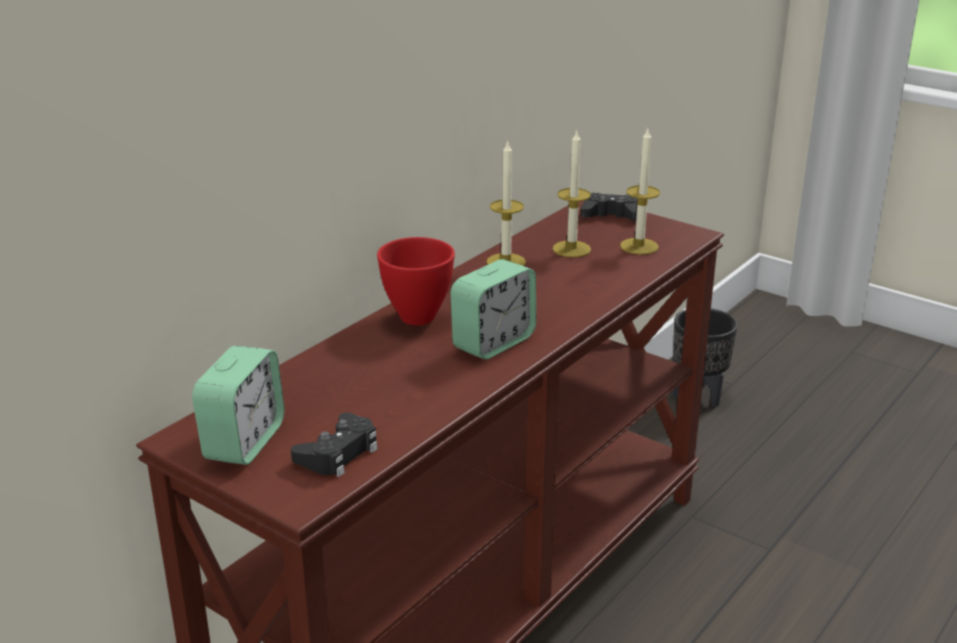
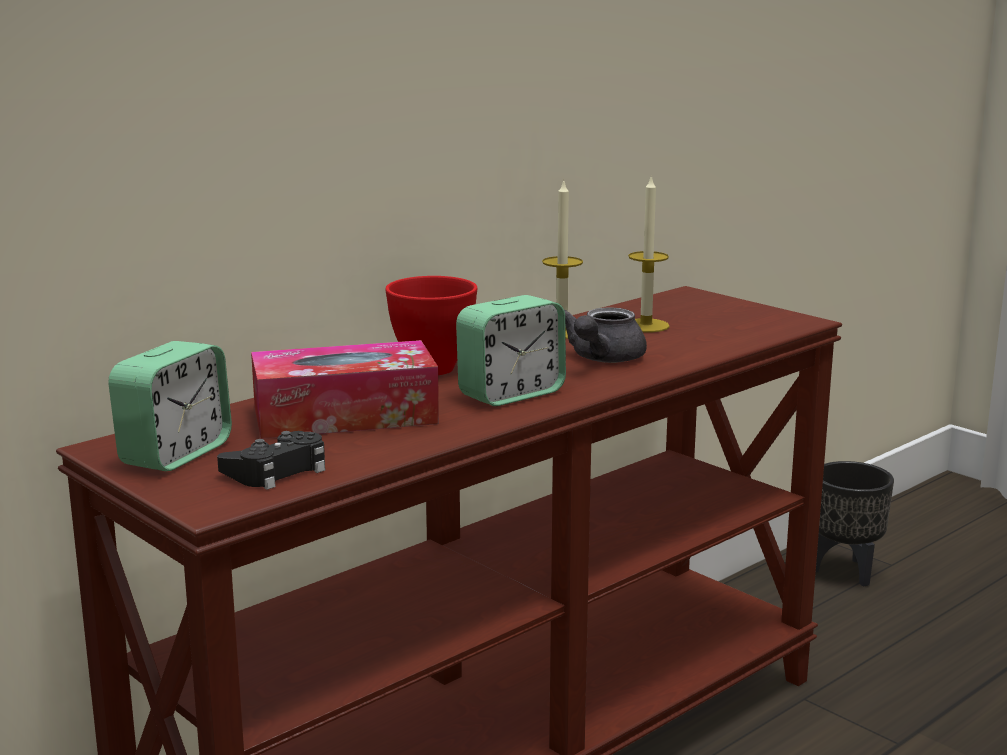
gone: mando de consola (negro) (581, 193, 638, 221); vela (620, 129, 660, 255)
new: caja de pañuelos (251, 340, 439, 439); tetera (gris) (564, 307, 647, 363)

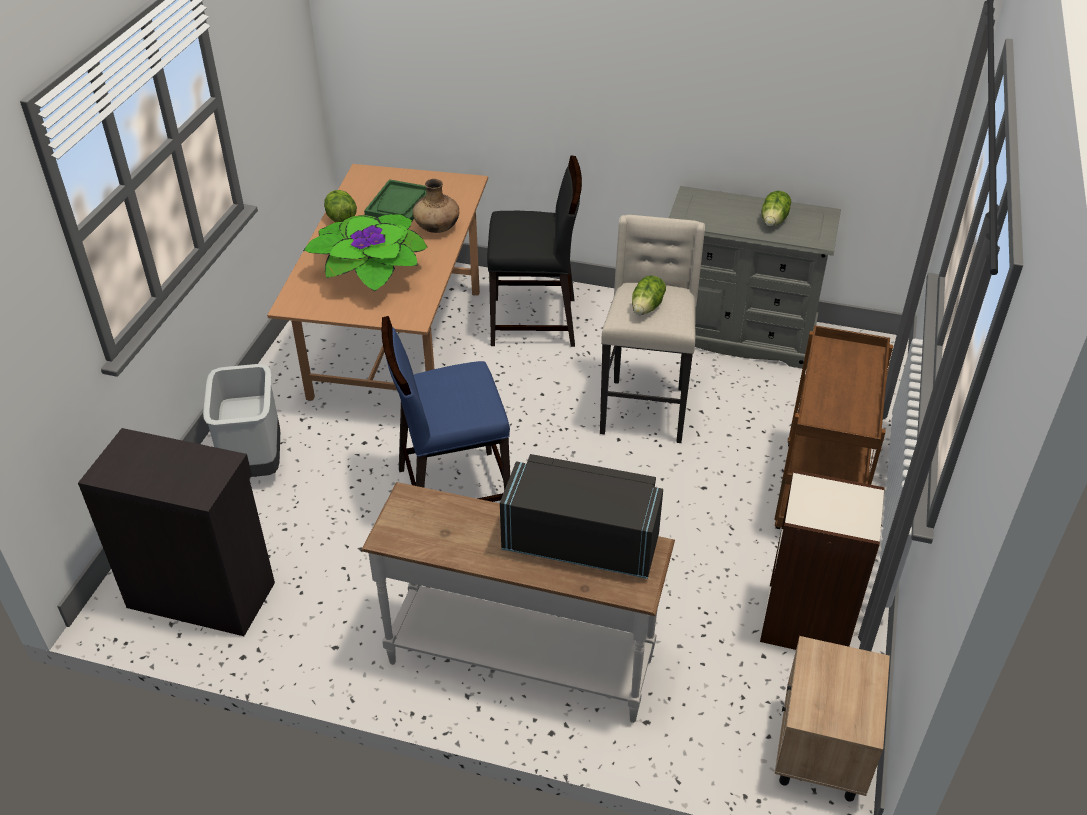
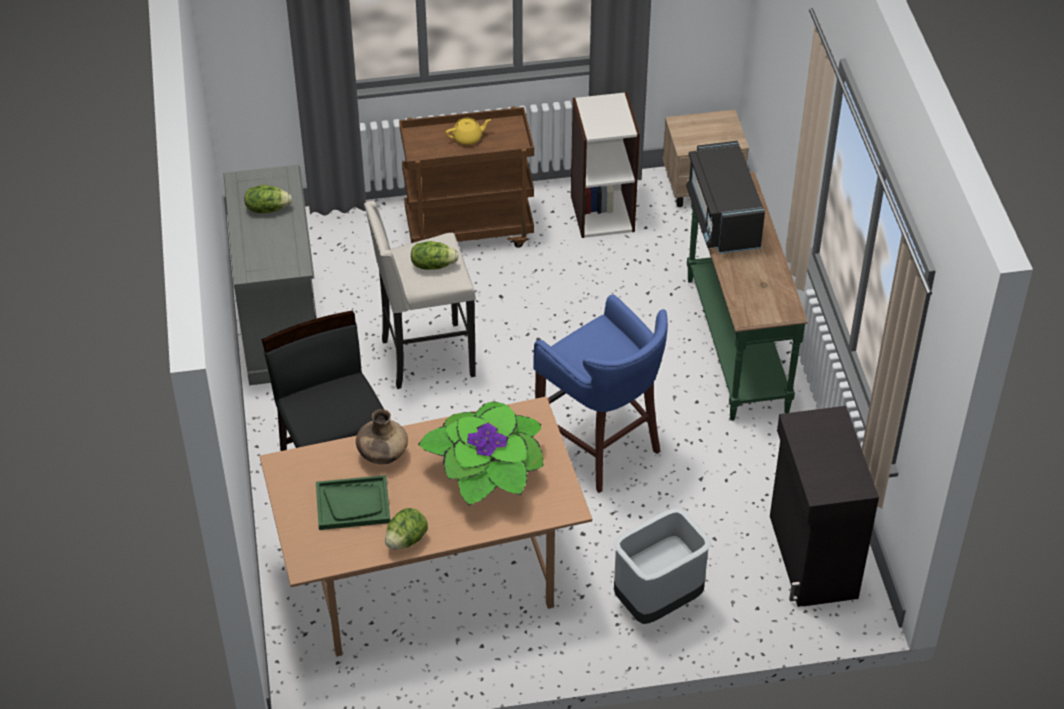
new: tetera (amarillo) (446, 118, 491, 145)
swapped: silla (azul) (382, 316, 510, 502) to taburete (azul) (533, 294, 668, 493)
repainted: mesa consola (blanco) (361, 482, 675, 723) to mesa consola (verde) (687, 172, 808, 421)

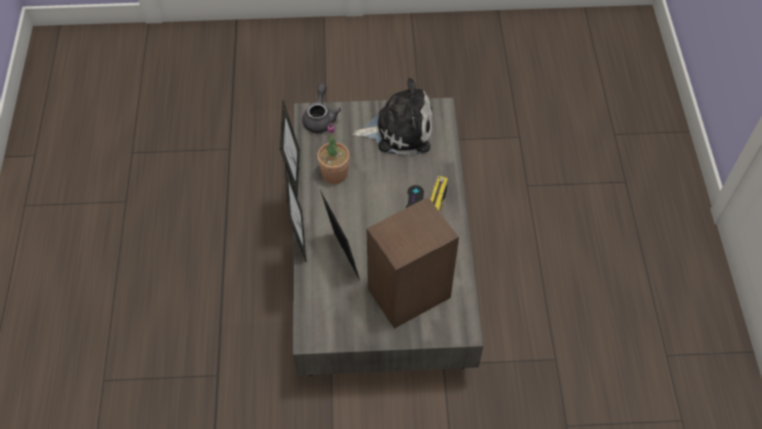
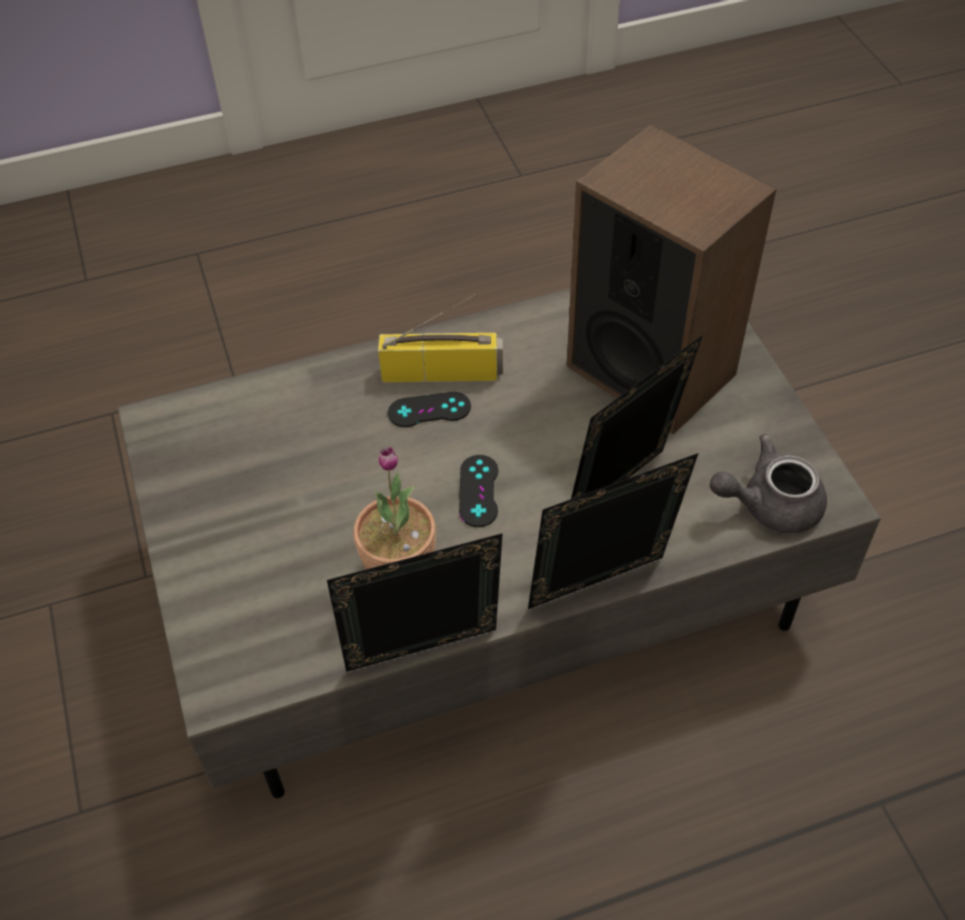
gone: peluche (353, 78, 433, 156)
new: mando de consola (negro) (459, 455, 498, 527)
shifted: tetera (gris) (302, 84, 341, 133) to (710, 434, 827, 533)

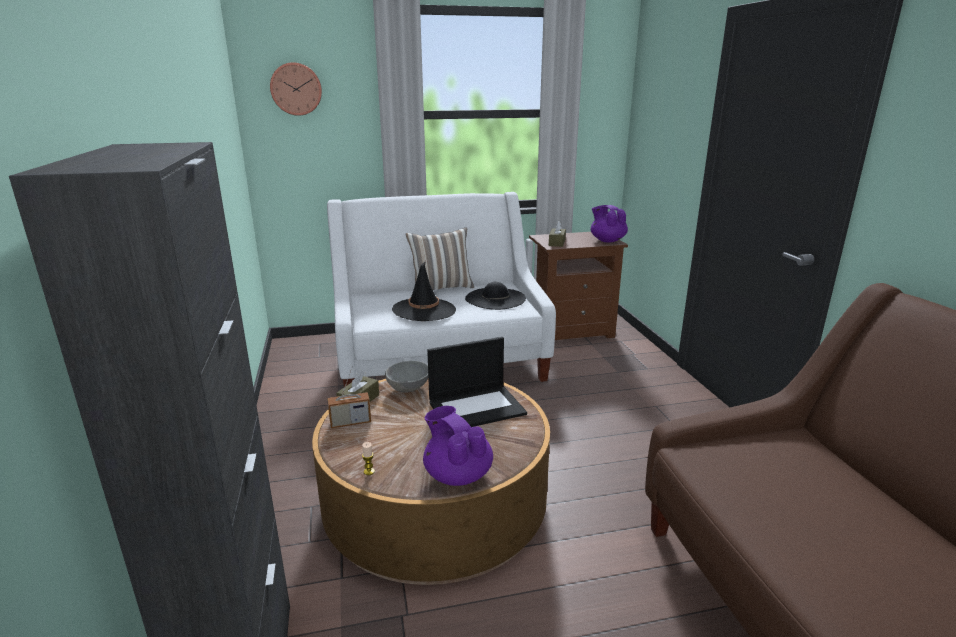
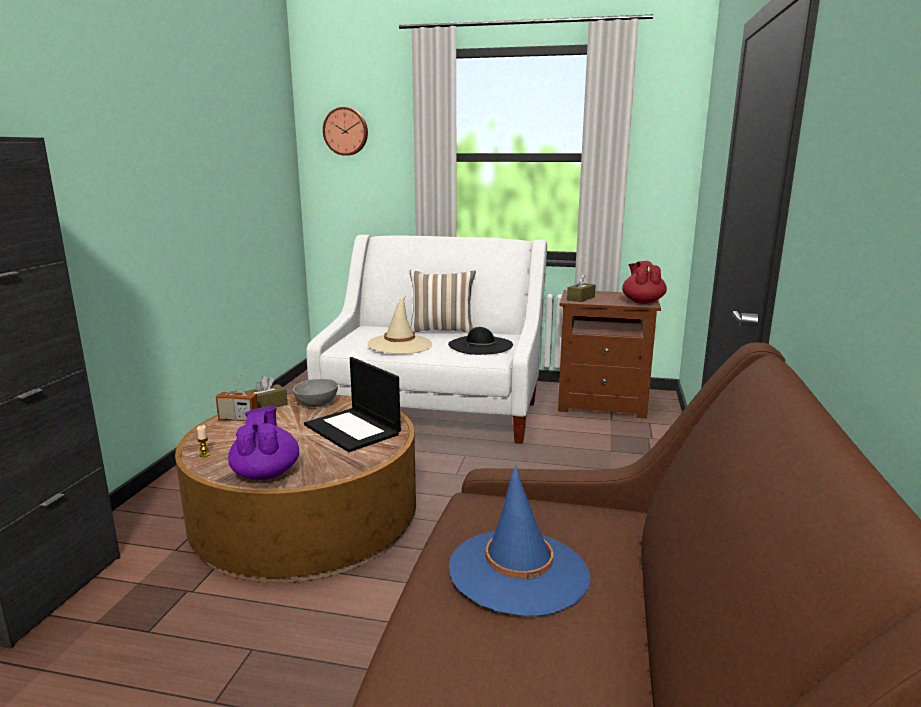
new: sombrero (azul) (449, 466, 590, 616)
repainted: sombrero (negro) (392, 261, 456, 321) to sombrero (beis) (367, 295, 432, 354); tetera (morado) (590, 205, 628, 243) to tetera (rojo) (622, 261, 667, 304)
rotated: portátil (427, 337, 527, 427) = (304, 357, 401, 452) 45 degrees clockwise

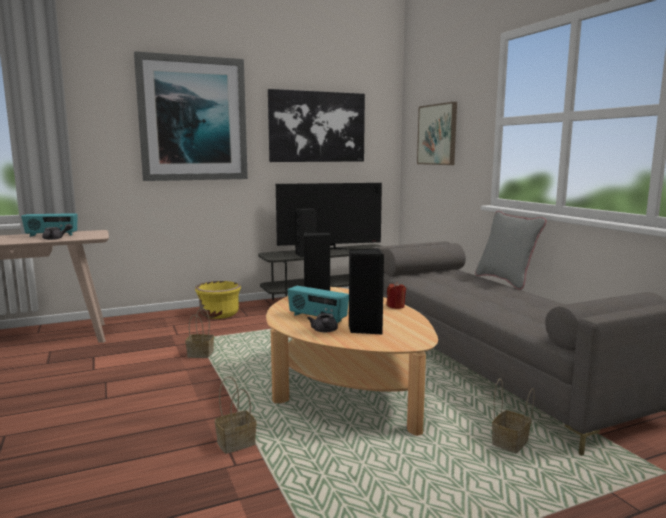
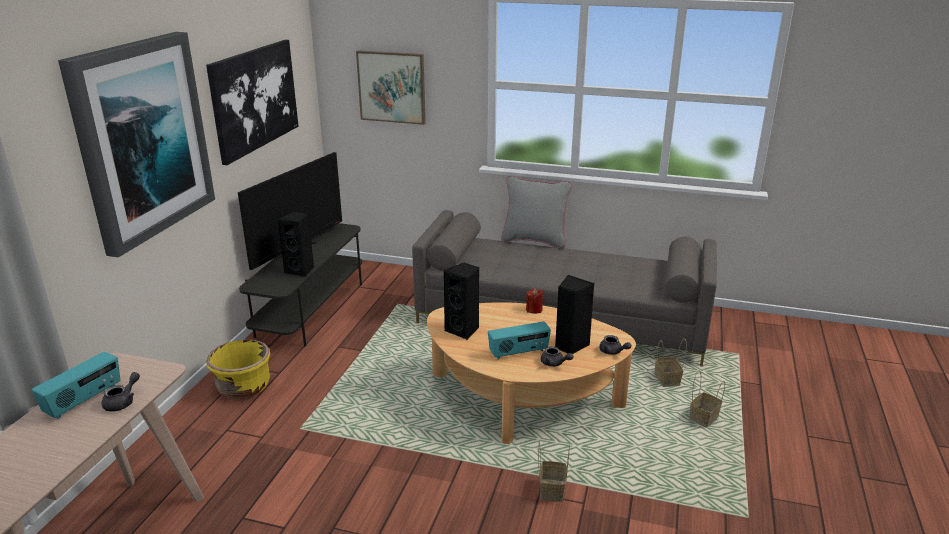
new: tetera (gris) (599, 335, 632, 355)
shifted: cesta (185, 308, 214, 358) to (689, 370, 725, 428)

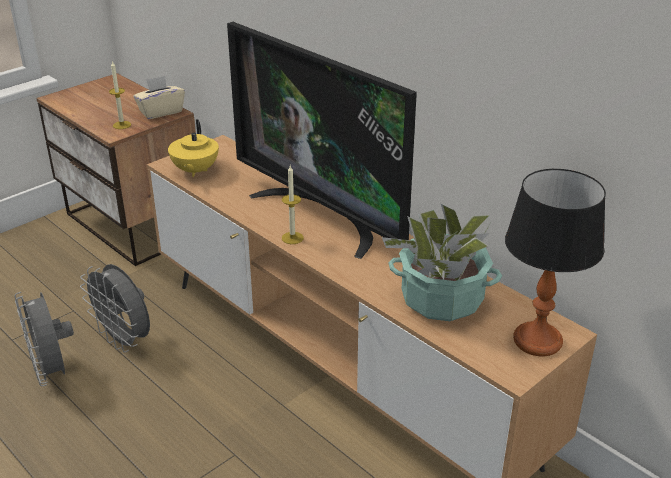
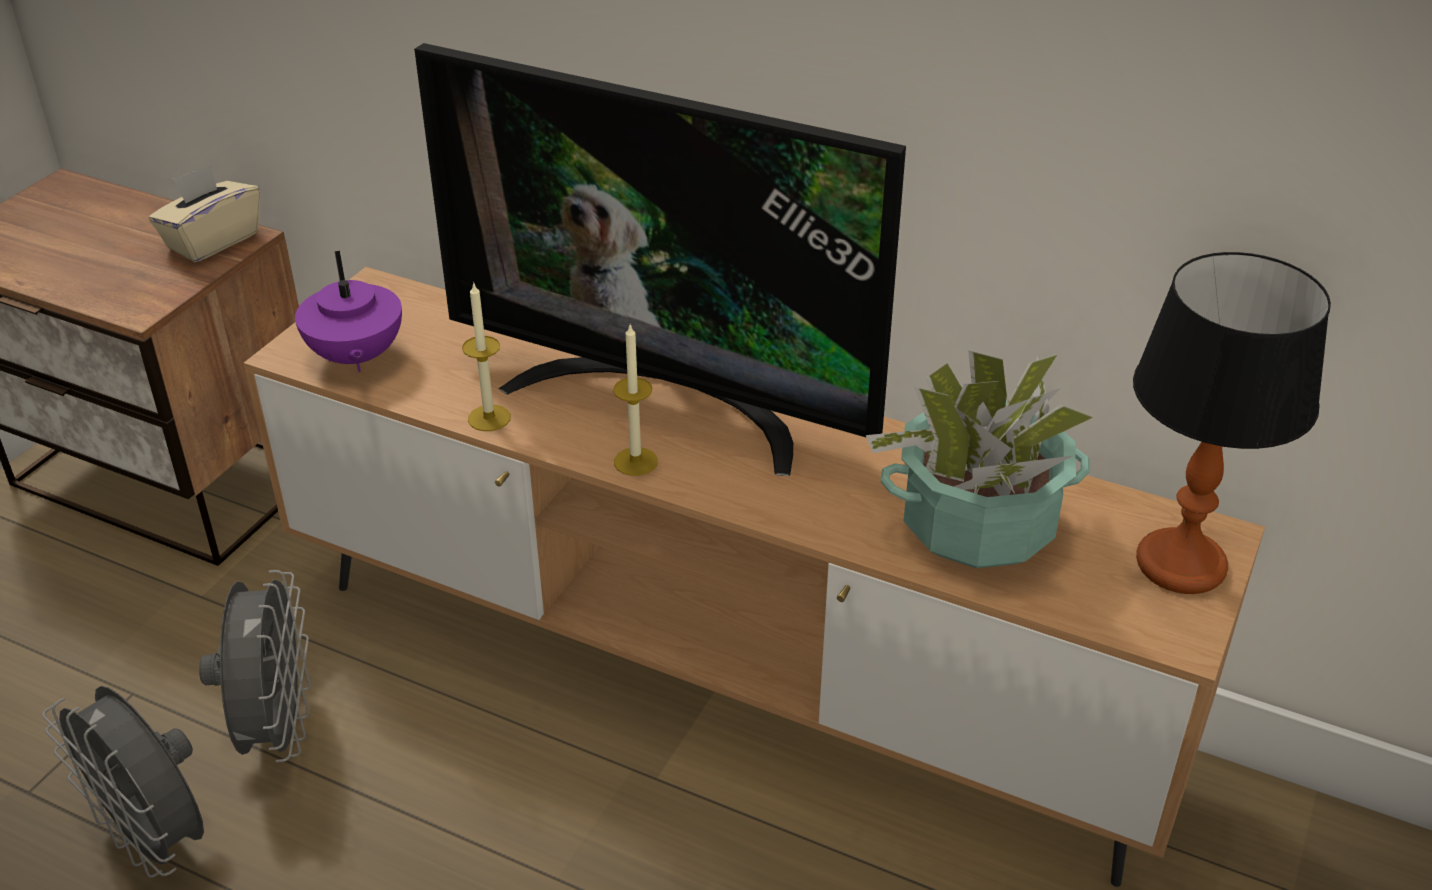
shifted: vela (109, 61, 131, 129) to (462, 282, 511, 431)
repainted: tetera (amarillo) (168, 119, 219, 177) to tetera (morado) (295, 251, 402, 372)
rotated: ventilador (gris) (80, 264, 150, 353) = (199, 570, 311, 762) 120 degrees counterclockwise

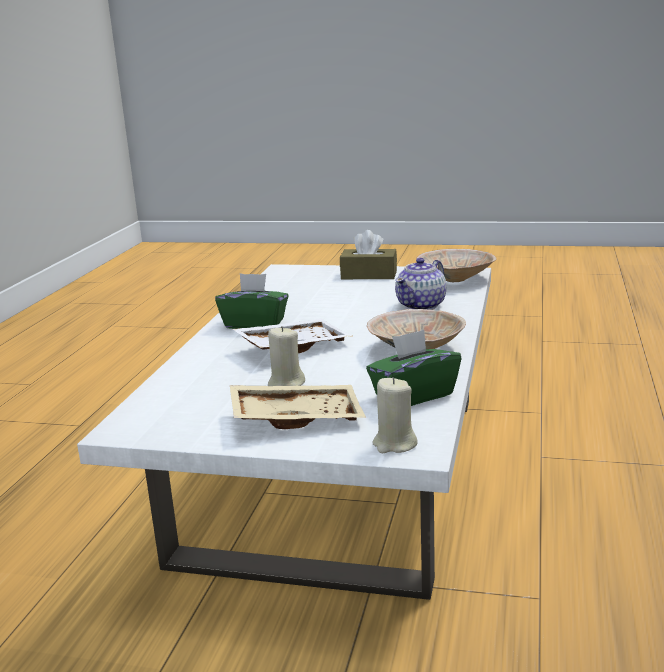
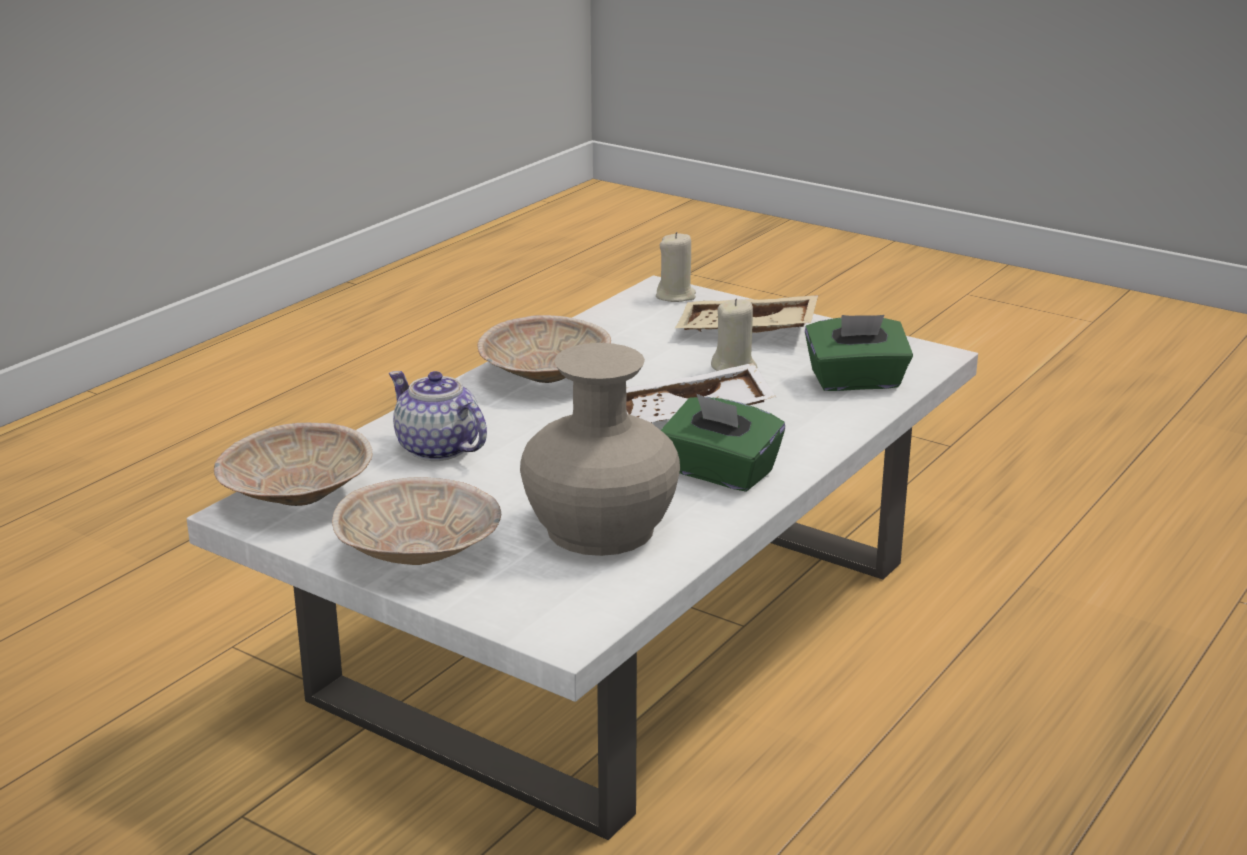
new: florero (beis) (520, 343, 680, 556)
shifted: caja de pañuelos (verde) (366, 330, 462, 406) to (805, 315, 913, 391)
swapped: caja de pañuelos (marrón) (340, 230, 397, 279) to cuenco (beis) (332, 477, 501, 565)
rotated: tetera (395, 258, 446, 310) = (389, 371, 487, 461) 105 degrees counterclockwise

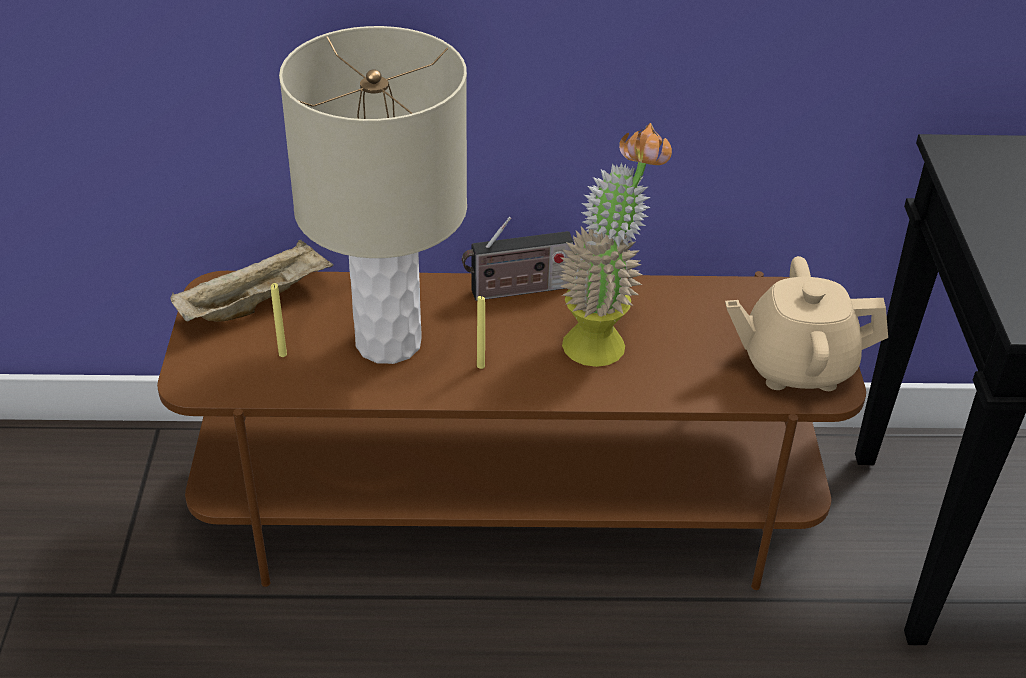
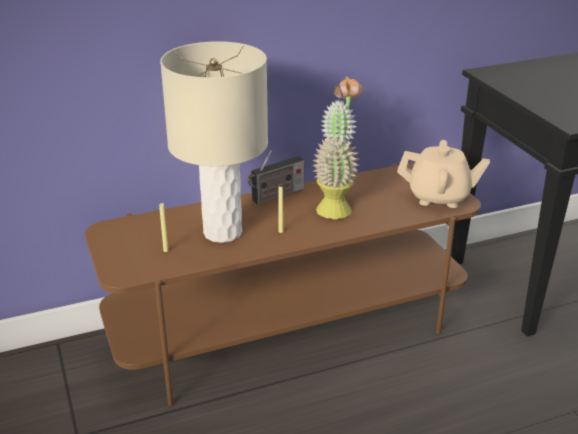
gone: bandeja (beis) (170, 240, 333, 322)
rotated: tetera (beis) (725, 256, 888, 391) = (397, 140, 490, 208) 150 degrees counterclockwise

